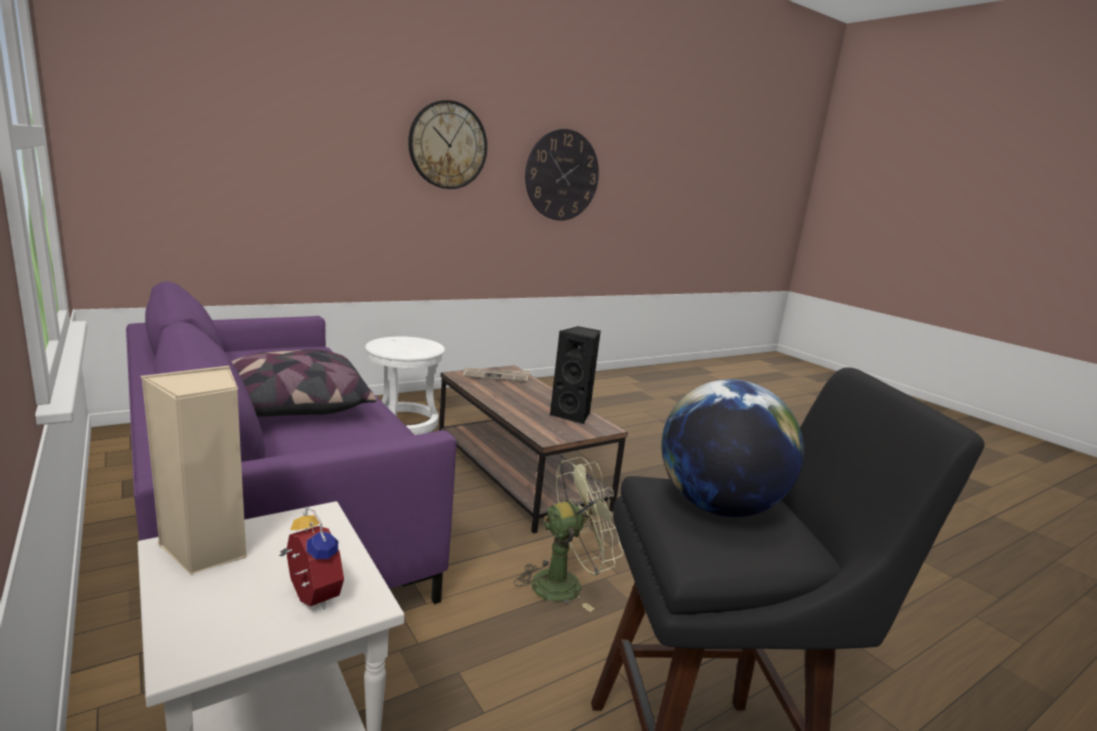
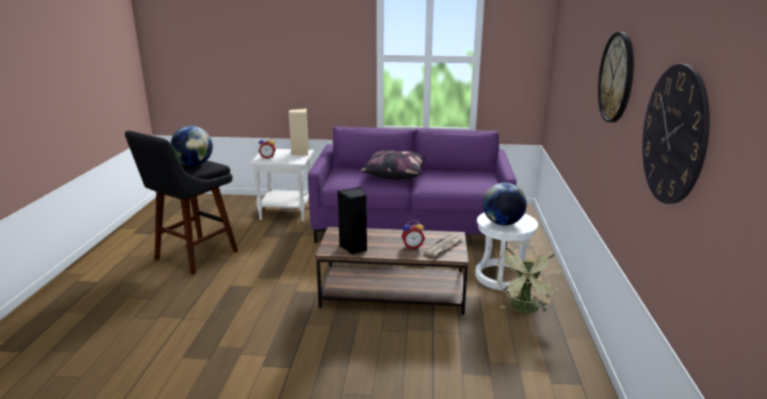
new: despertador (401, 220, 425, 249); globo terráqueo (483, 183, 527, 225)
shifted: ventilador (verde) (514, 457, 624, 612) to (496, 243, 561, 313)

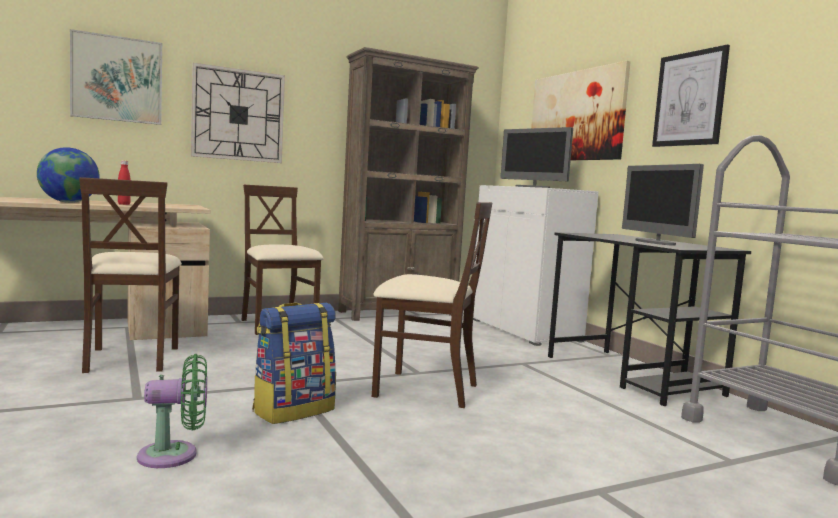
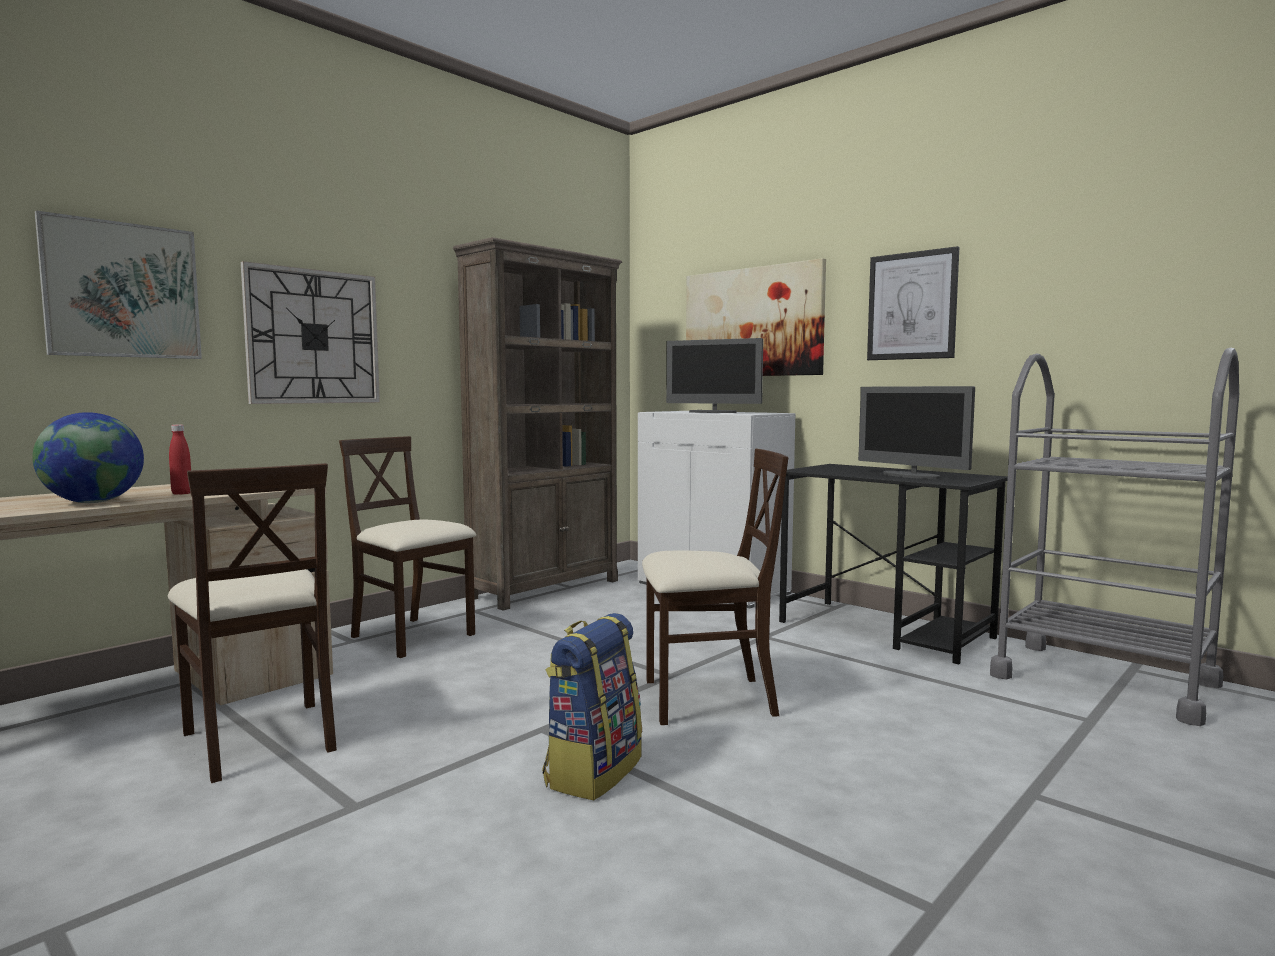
gone: ventilador (verde) (137, 354, 207, 468)

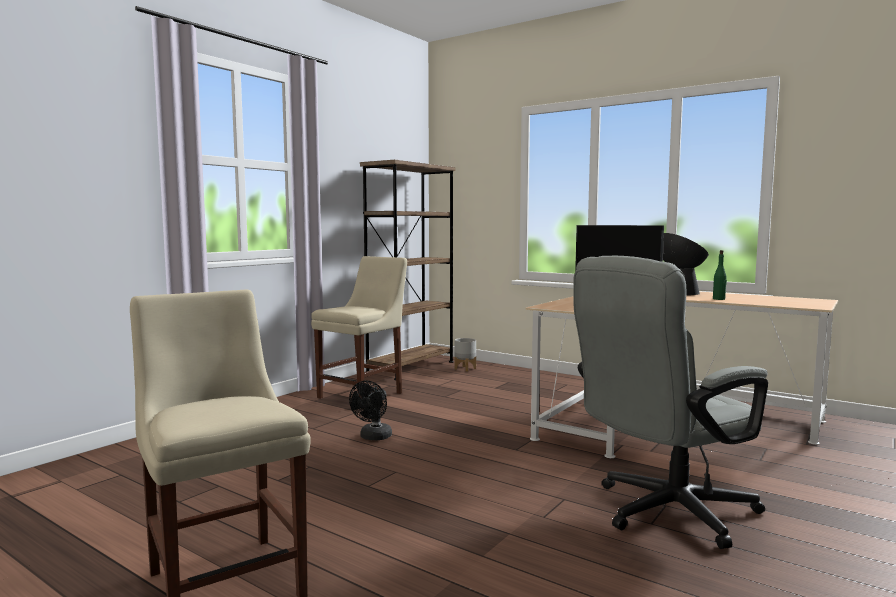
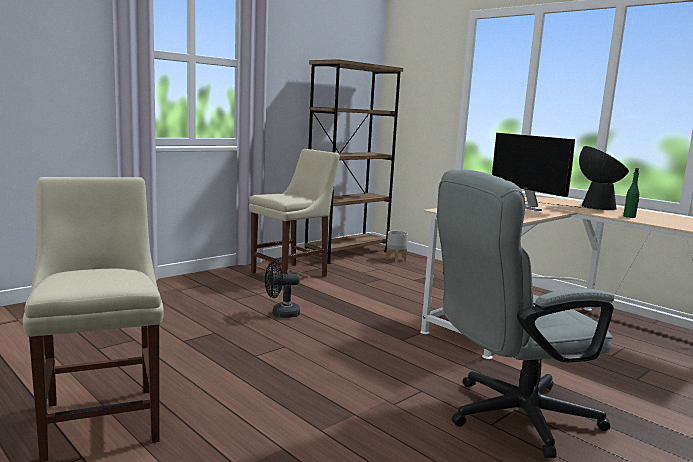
rotated: ventilador (negro) (349, 381, 392, 440) = (265, 261, 300, 318) 45 degrees clockwise

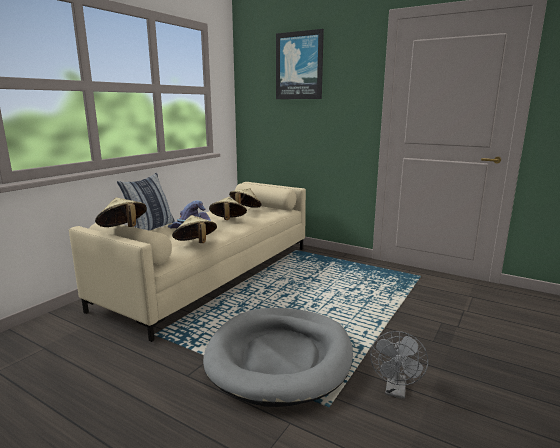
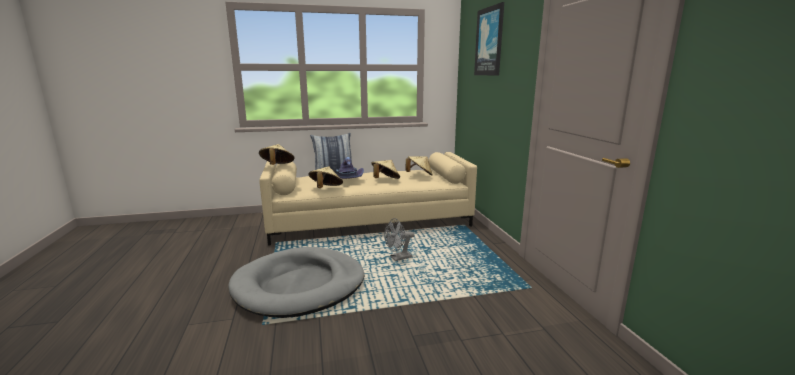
shifted: ventilador (gris) (370, 331, 428, 399) to (384, 218, 414, 261)

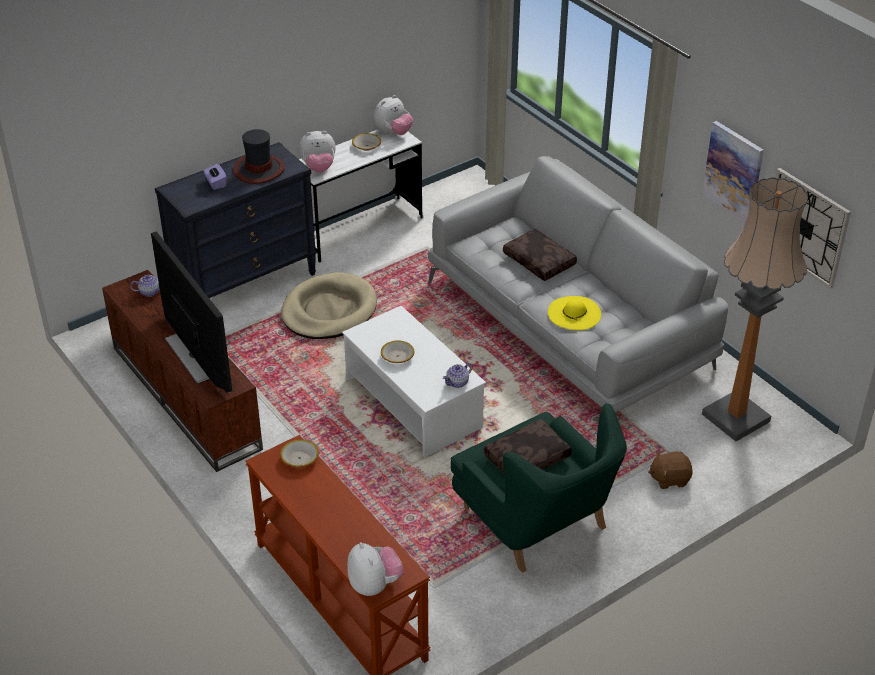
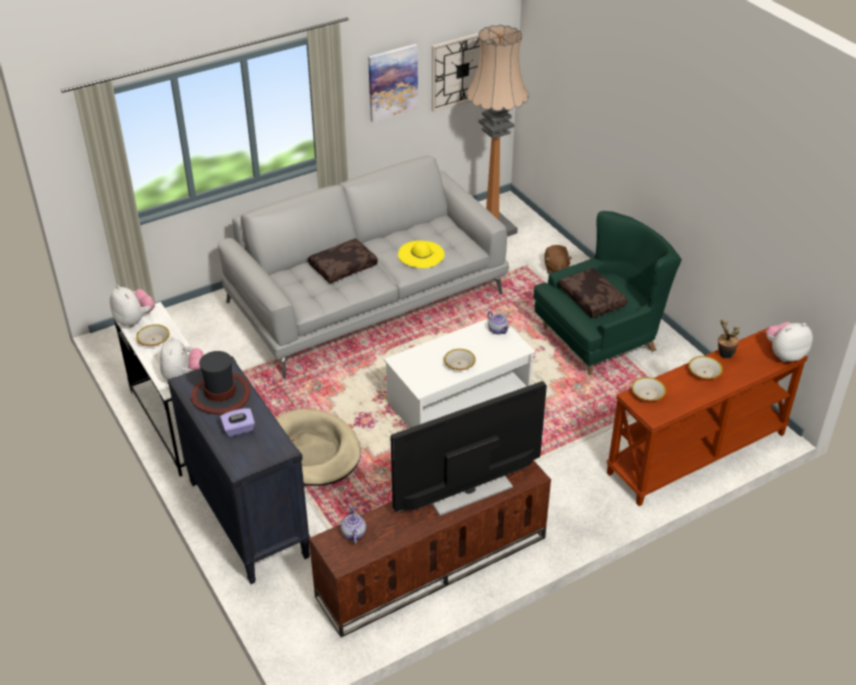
new: cuenco (688, 356, 723, 379); planta en maceta (718, 319, 740, 359)

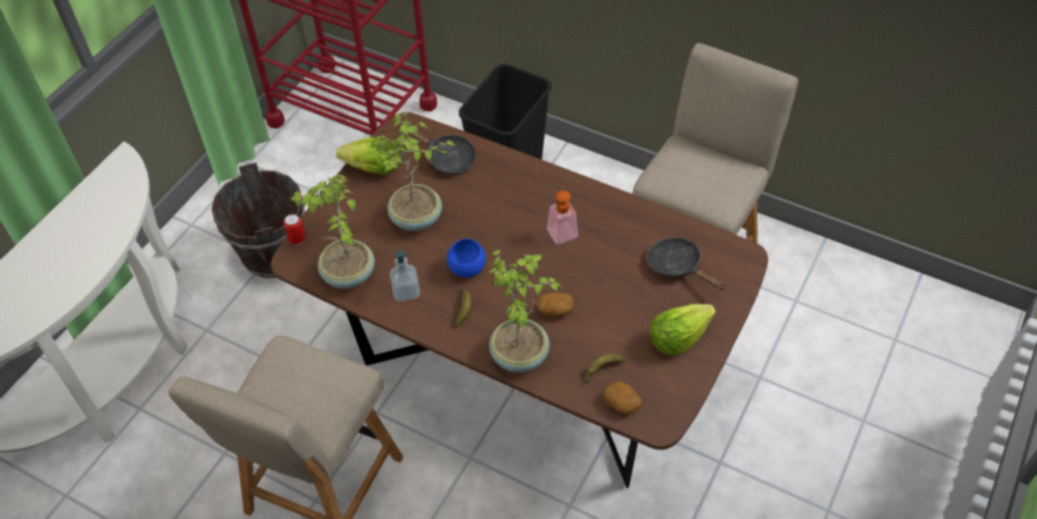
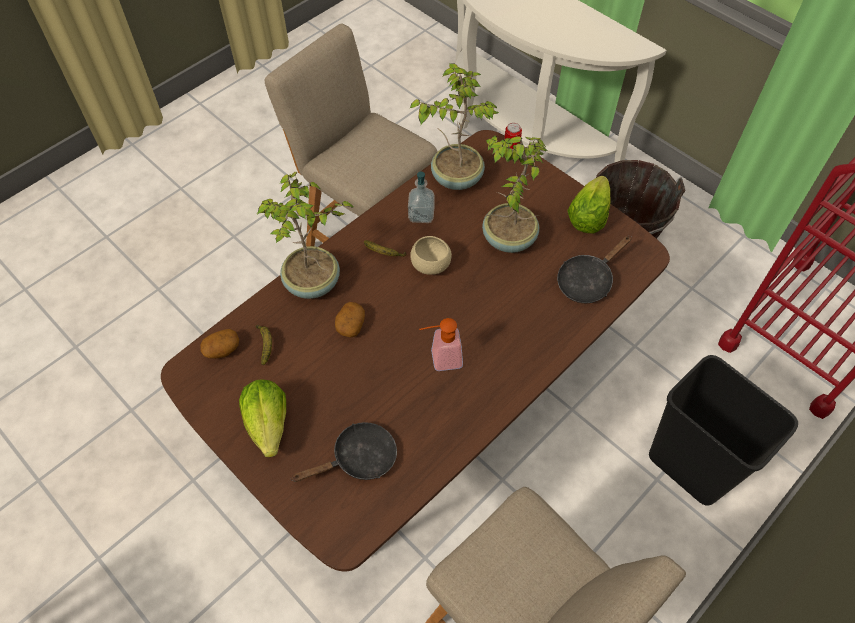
repainted: cuenco (azul) (447, 239, 486, 278) to cuenco (beis) (410, 236, 452, 275)

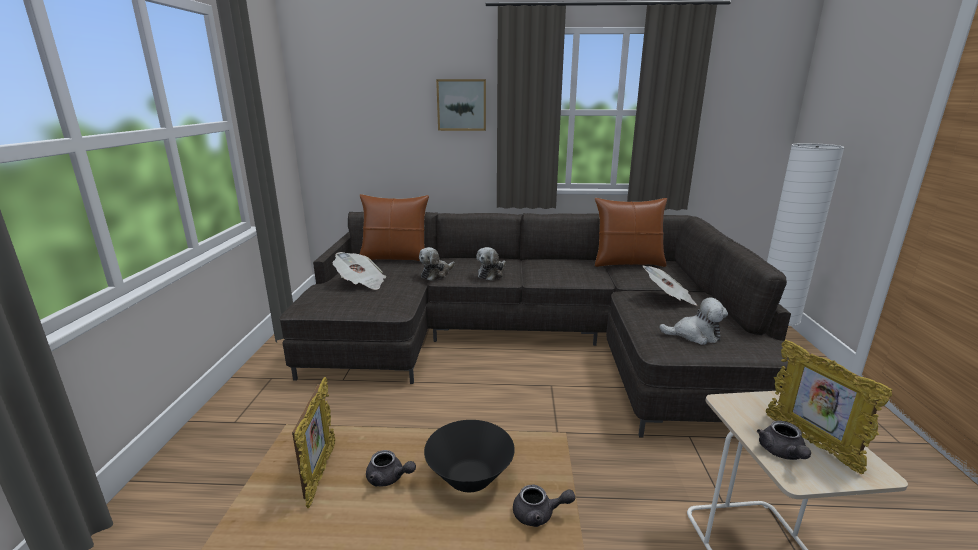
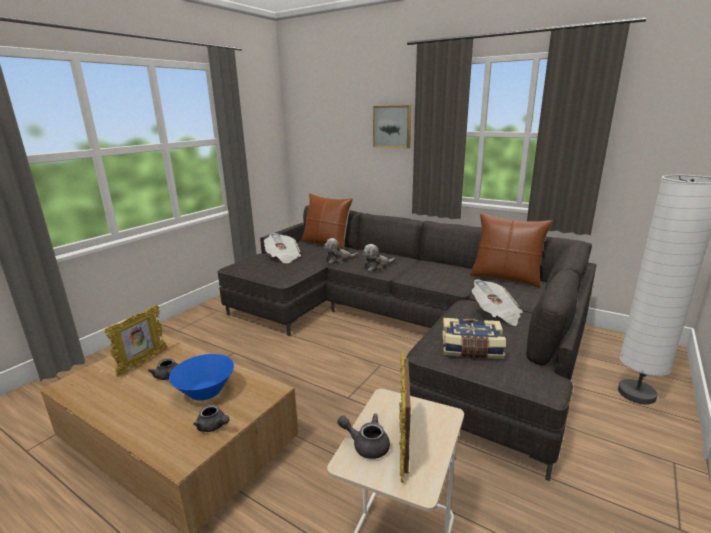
swapped: peluche (659, 297, 728, 345) to libro (442, 318, 506, 359)
repainted: cuenco (negro) (424, 420, 515, 492) to cuenco (azul) (169, 354, 234, 400)
rotated: tetera (gris) (757, 421, 811, 460) = (337, 413, 390, 459) 75 degrees clockwise

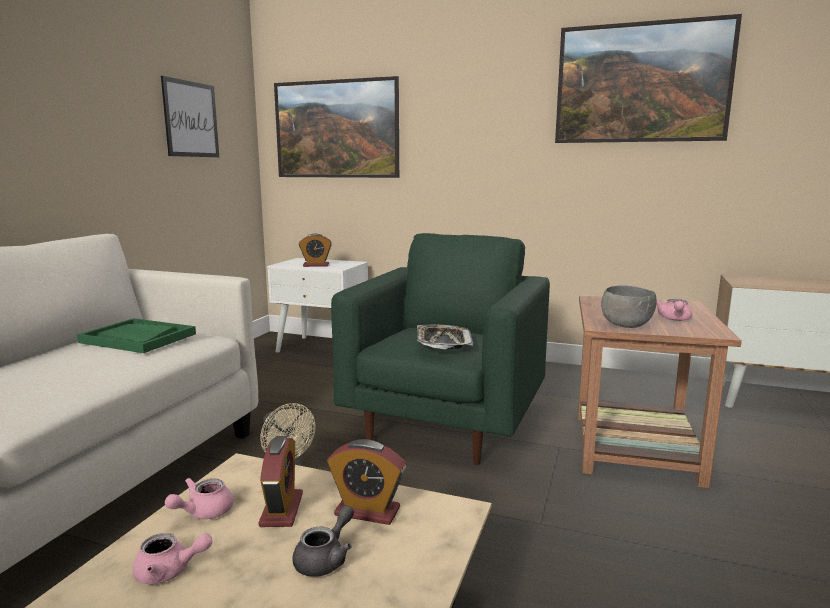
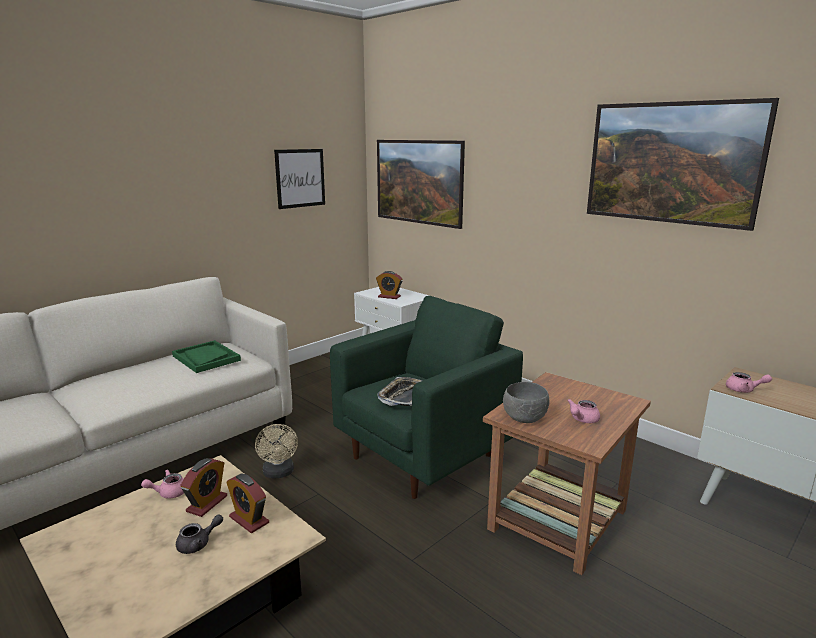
shifted: tetera (rosa) (132, 533, 212, 584) to (726, 372, 772, 393)

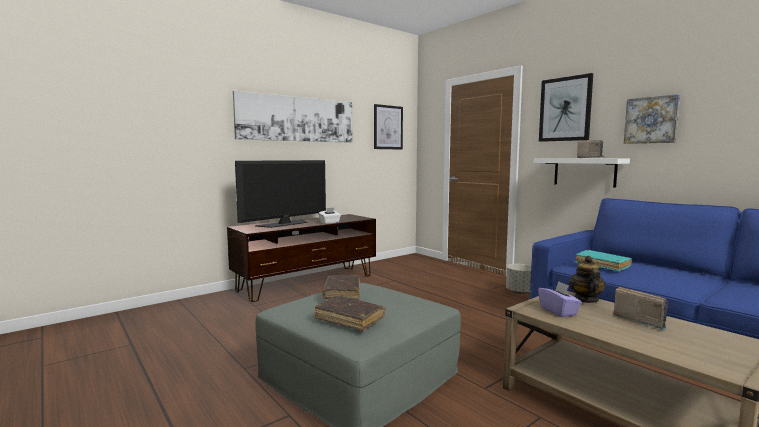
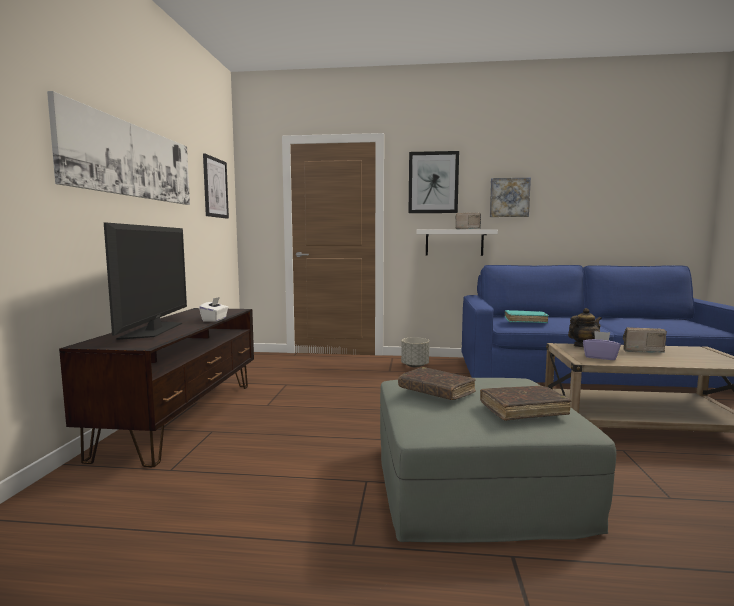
rotated: tetera (569, 256, 605, 303) = (568, 308, 602, 347) 105 degrees clockwise

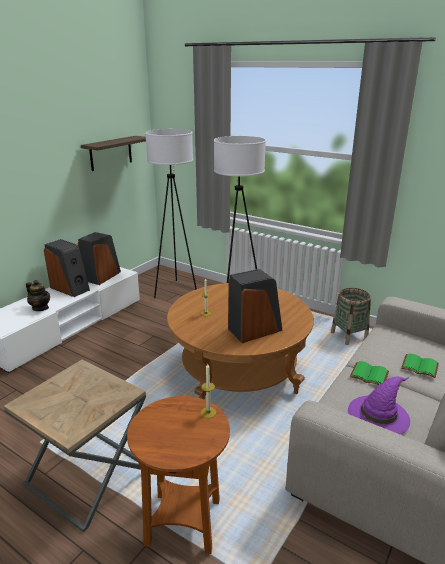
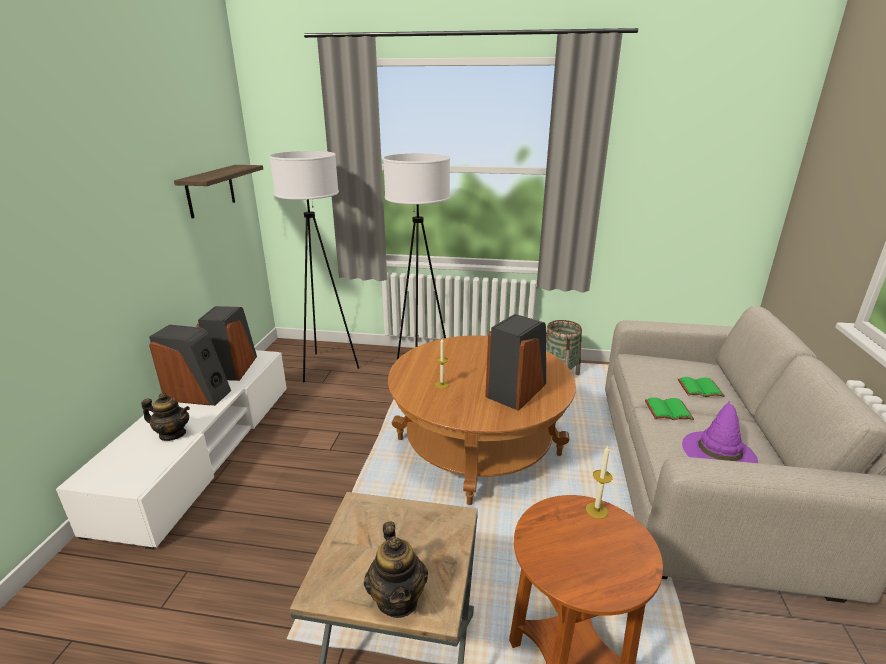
new: tetera (364, 522, 428, 618)

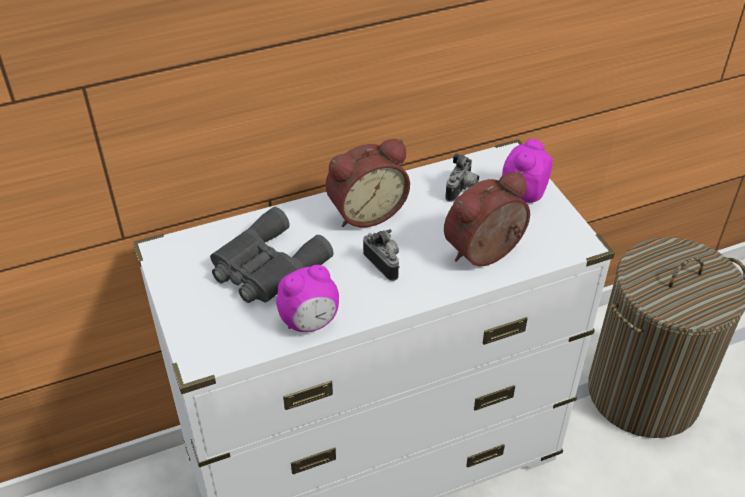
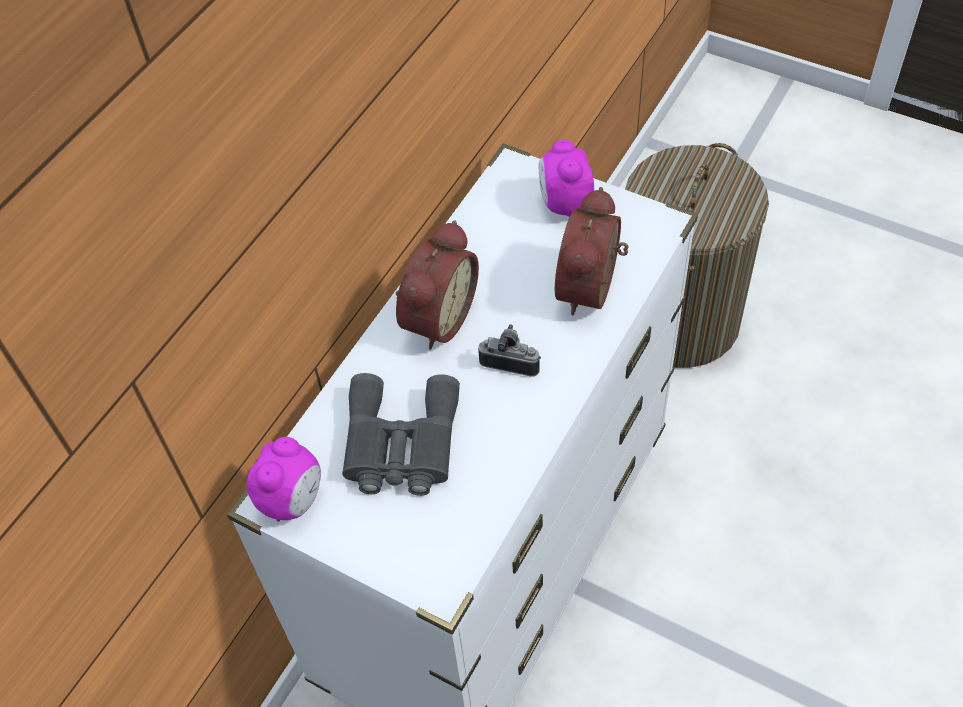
gone: cámara (445, 153, 479, 202)
shifted: despertador (276, 265, 339, 332) to (246, 437, 321, 522)

